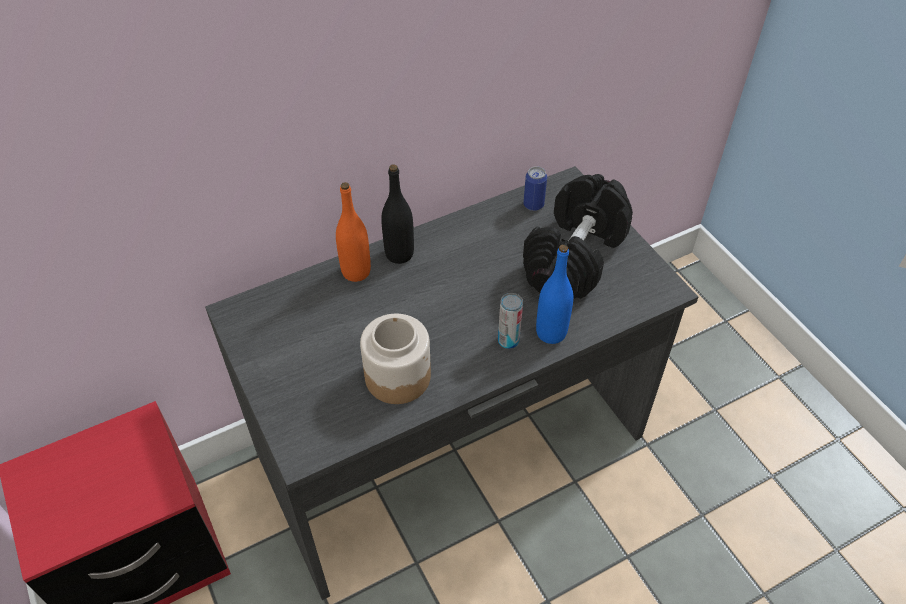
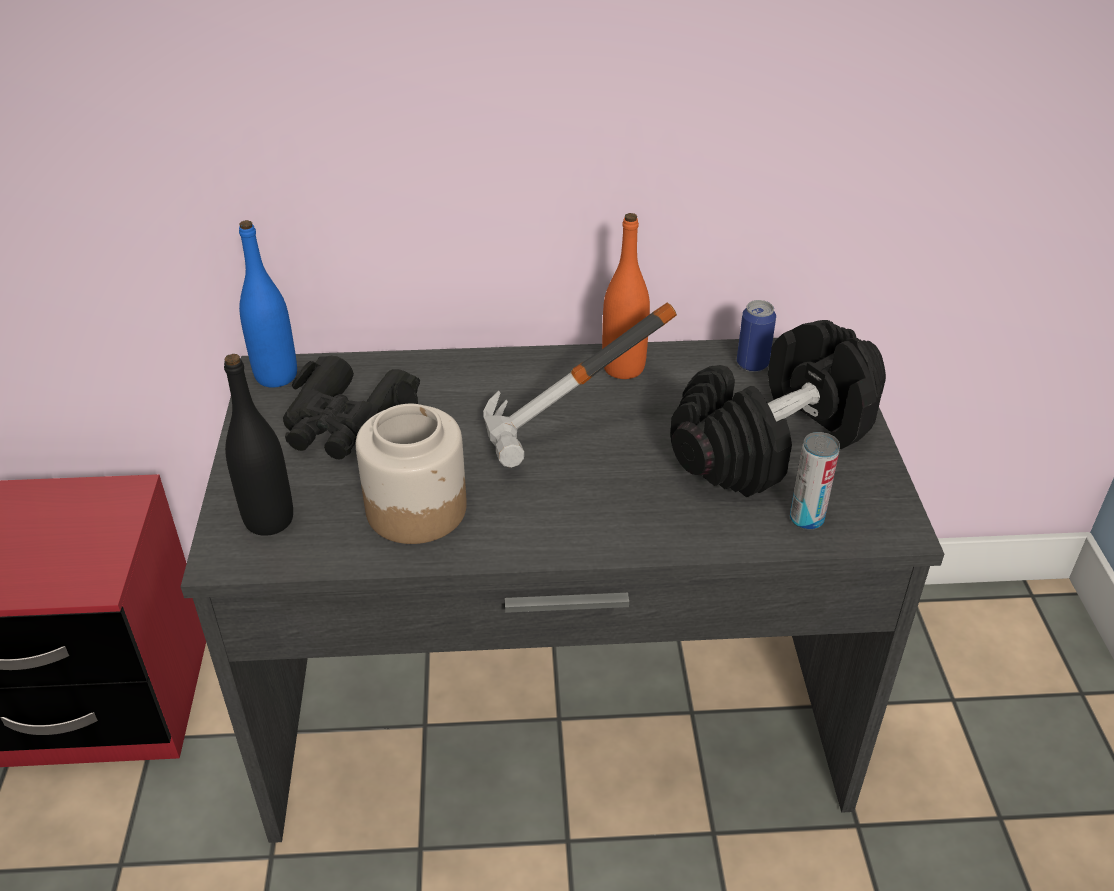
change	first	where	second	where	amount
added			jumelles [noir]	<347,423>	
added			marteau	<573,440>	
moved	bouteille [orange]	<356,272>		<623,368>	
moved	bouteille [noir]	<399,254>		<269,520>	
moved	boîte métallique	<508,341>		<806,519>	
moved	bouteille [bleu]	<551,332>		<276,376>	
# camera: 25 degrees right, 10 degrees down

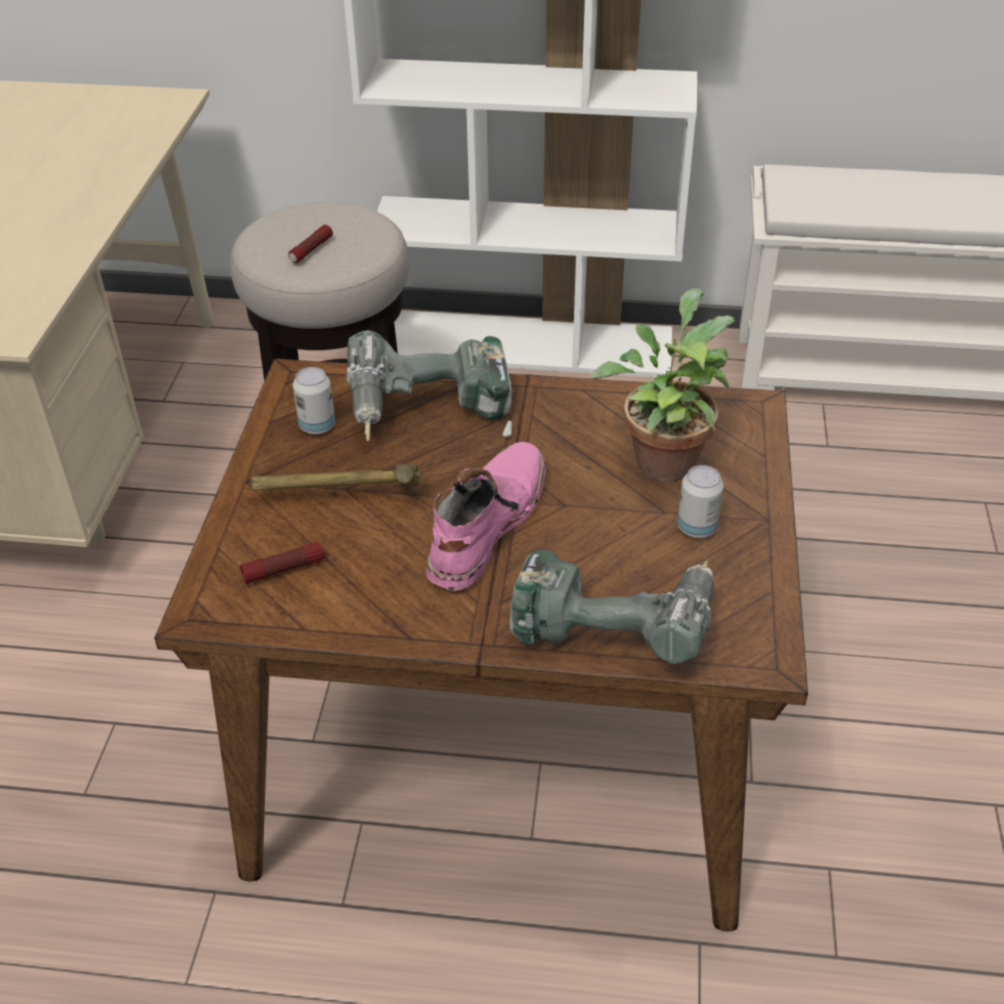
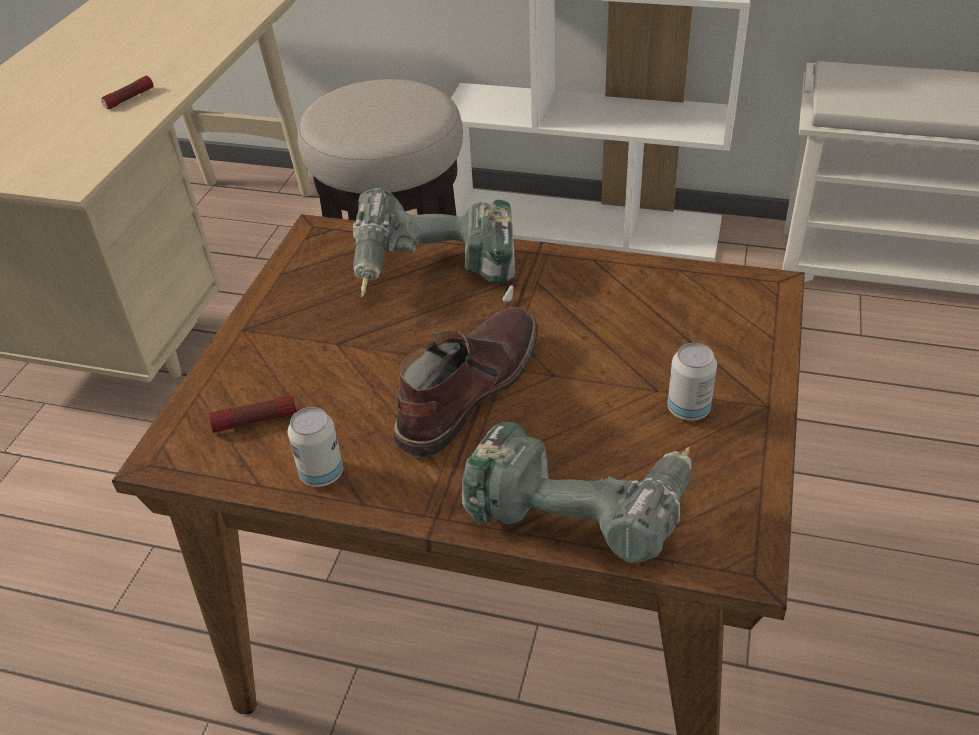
change	first	where	second	where	amount
removed	marteau	<339,498>			
removed	plante en pot	<663,457>			
moved	lampe de poche	<311,250>		<129,99>	
moved	boîte métallique	<317,426>		<321,474>	
recoloured	botte [rose]	<485,525>	botte [marron]	<466,390>	
# camera: 10 degrees right, 0 degrees up

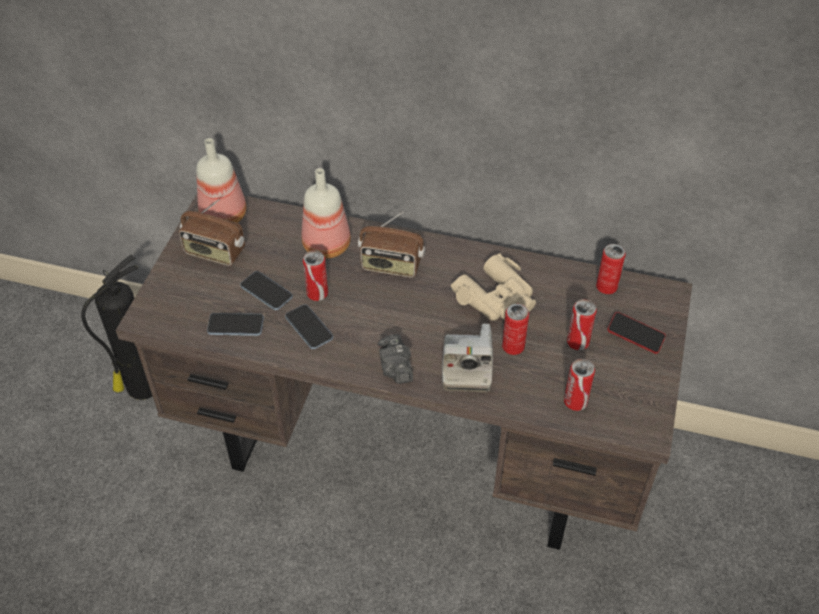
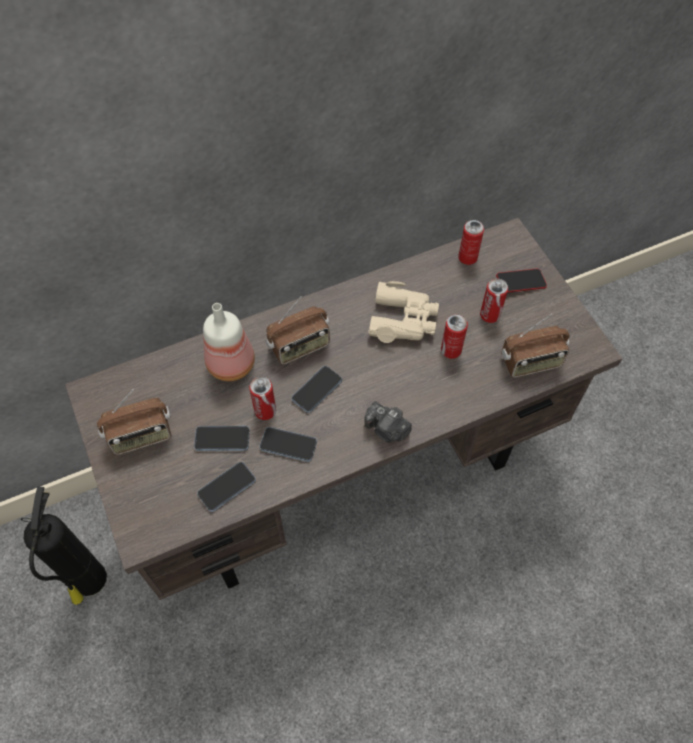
change	first	where	second	where	amount
removed	bouteille	<224,214>			
removed	appareil photo	<466,367>			
added			téléphone	<317,390>	
replaced	boîte métallique	<575,402>	radio	<531,362>	
# camera: 40 degrees left, 10 degrees up

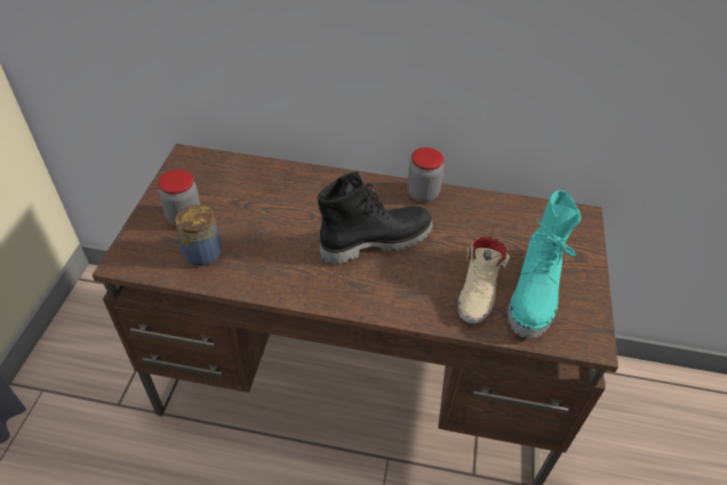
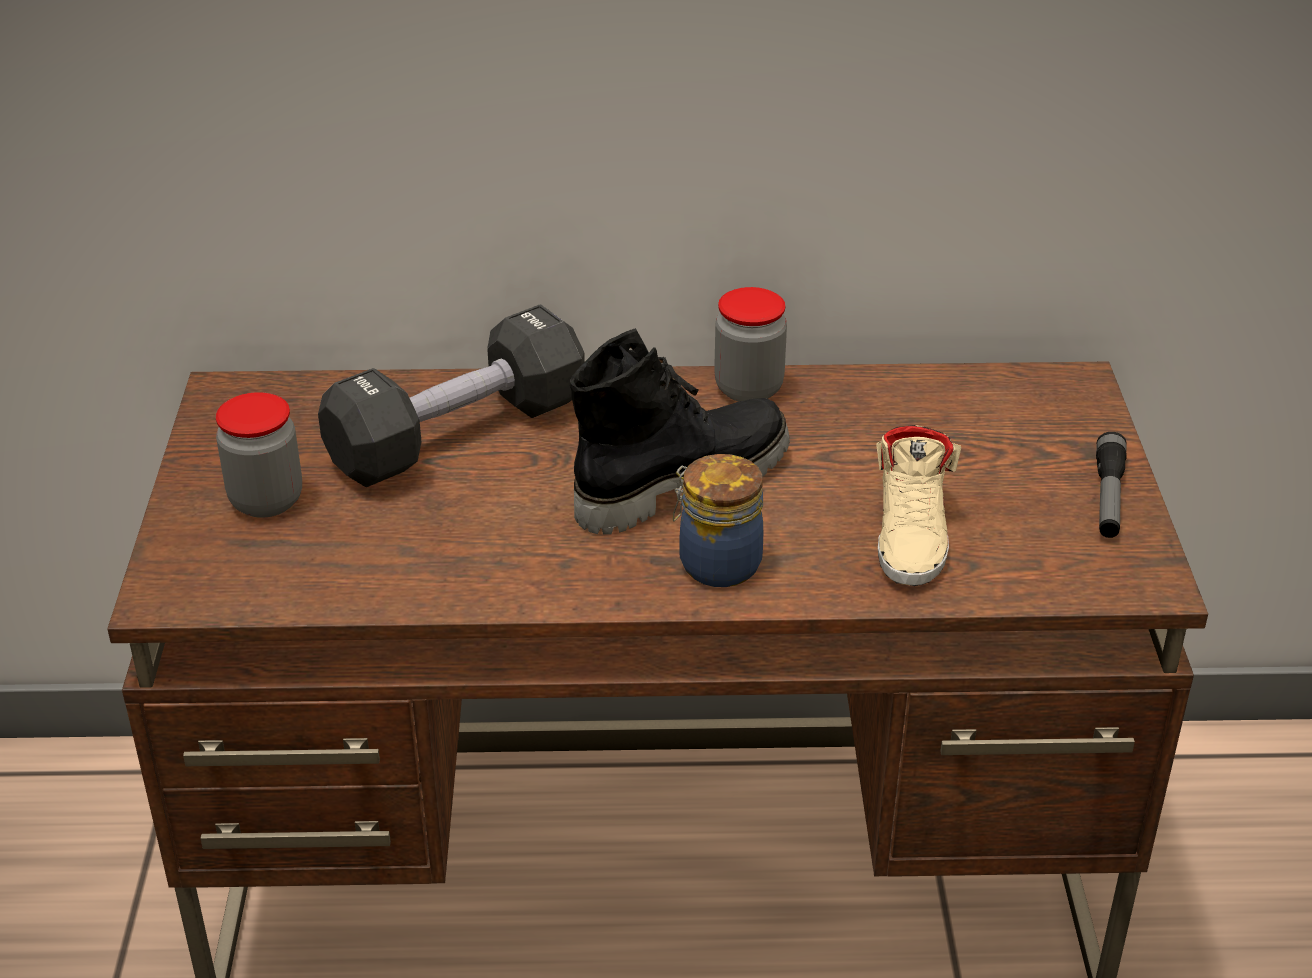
change	first	where	second	where	amount
removed	botte [turquoise]	<535,294>			
added			haltère [noir]	<458,435>	
added			lampe de poche	<1108,497>	
moved	bocal	<201,252>		<716,563>	
# camera: 10 degrees left, 10 degrees down

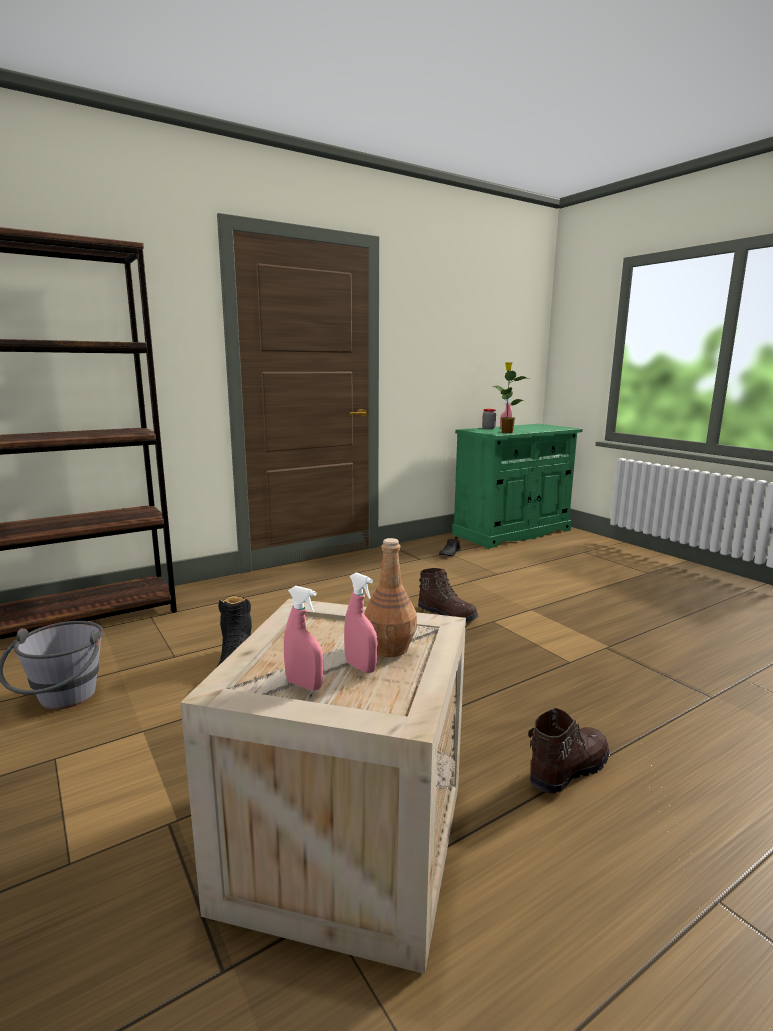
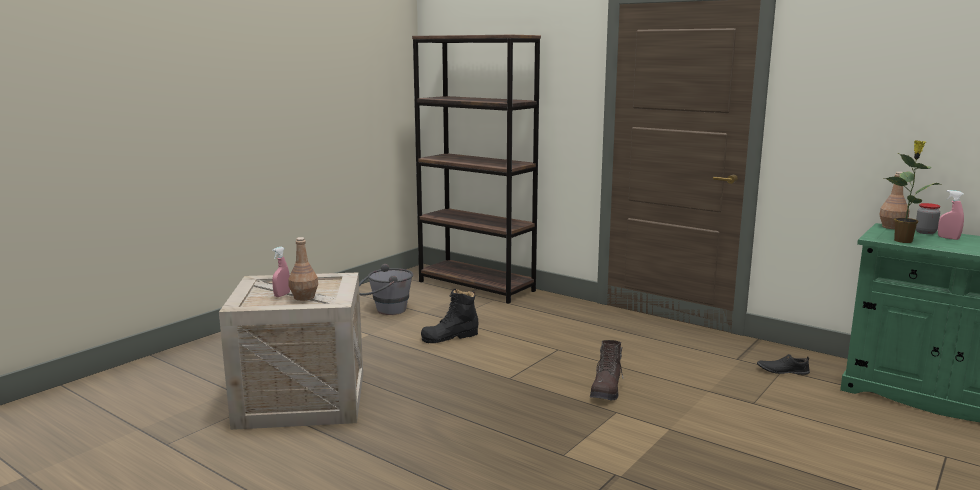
change	first	where	second	where	amount
removed	vaporisateur [rose]	<304,685>			
removed	botte [marron]	<567,770>			
added			bouteille [marron]	<891,227>	
# camera: 70 degrees right, 0 degrees up

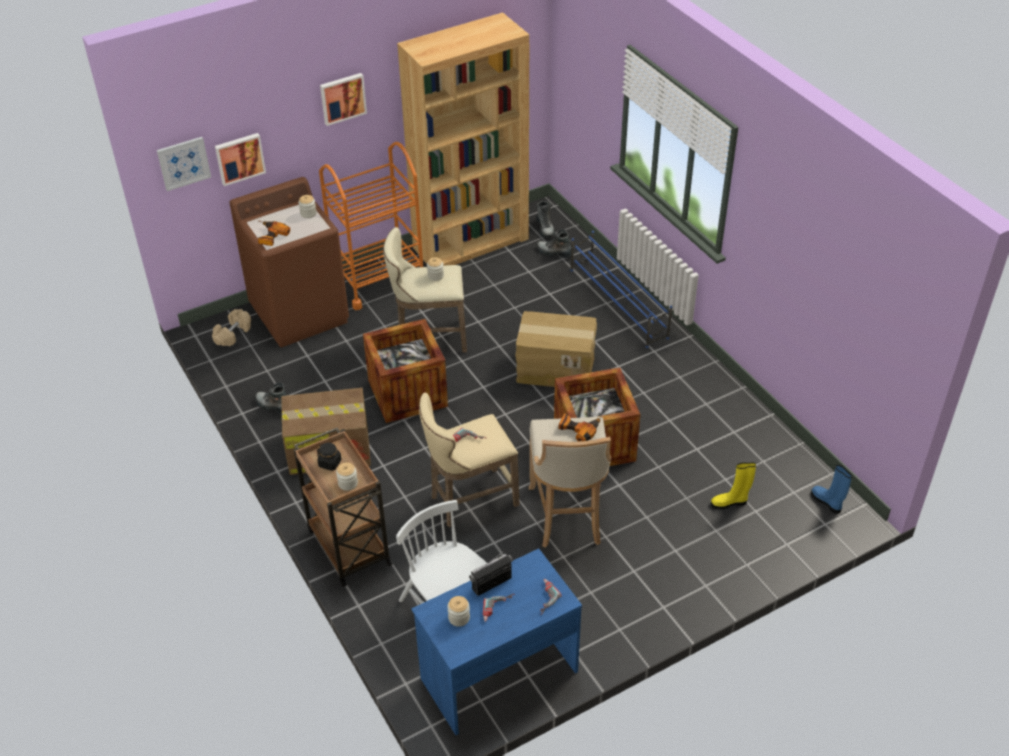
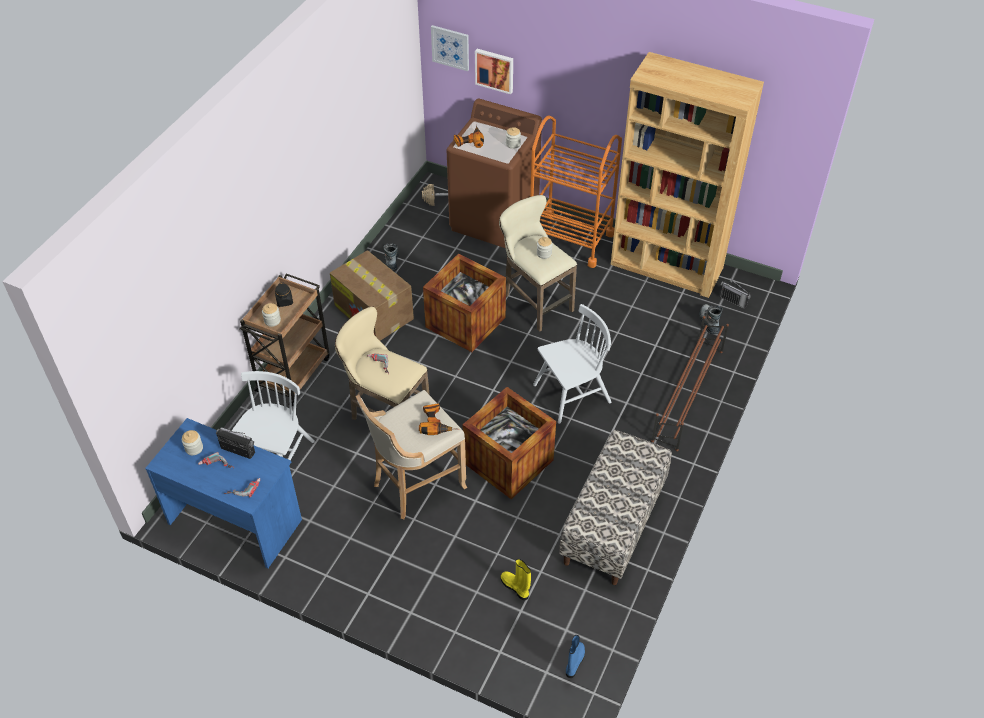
change	first	where	second	where	amount
removed	tableau	<342,98>			
added			banc	<613,525>	
replaced	carton	<556,368>	chaise [blanc]	<571,394>	
replaced	botte	<545,228>	radio	<733,301>	
recoloured	étagère à chaussures [bleu]	<618,304>	étagère à chaussures [marron]	<687,395>	
# camera: 55 degrees right, 5 degrees up

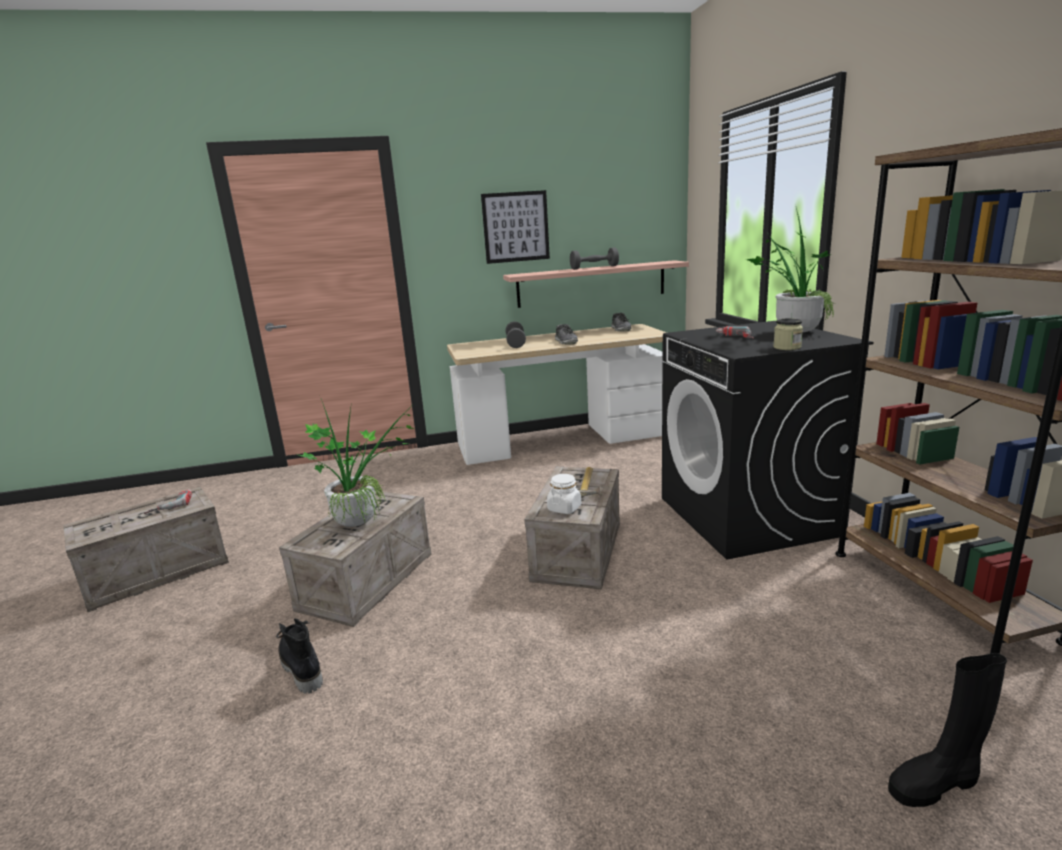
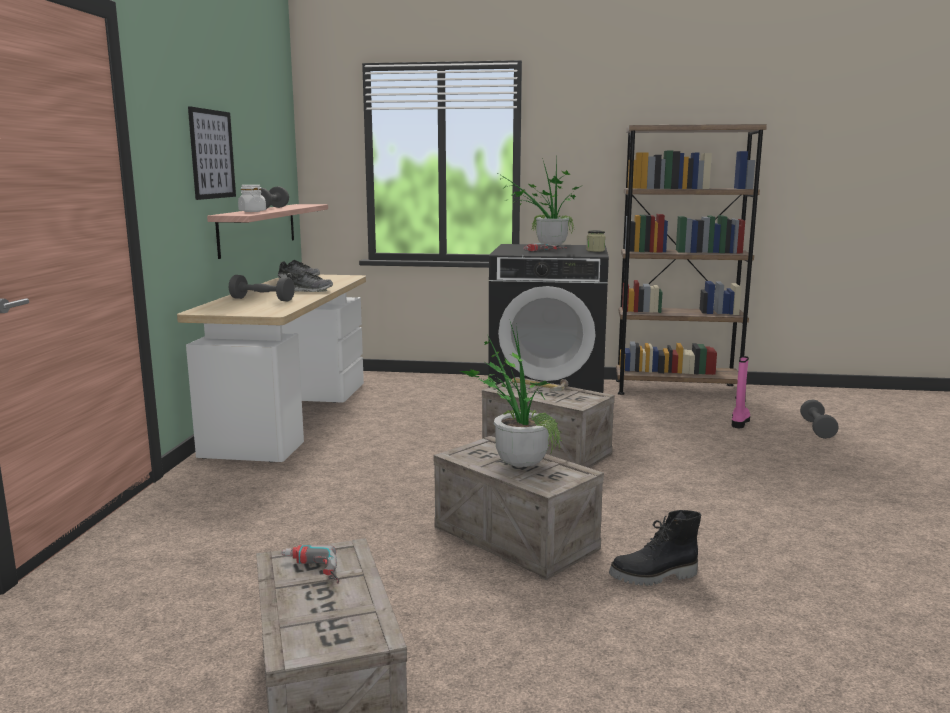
change	first	where	second	where	amount
added			botte [rose]	<739,422>	
moved	bocal [blanc]	<564,508>		<252,211>	
replaced	botte [noir]	<935,783>	haltère [gris]	<817,429>	
# camera: 70 degrees left, 5 degrees down

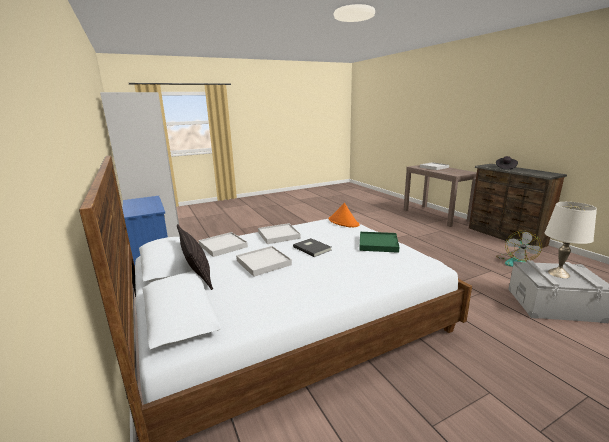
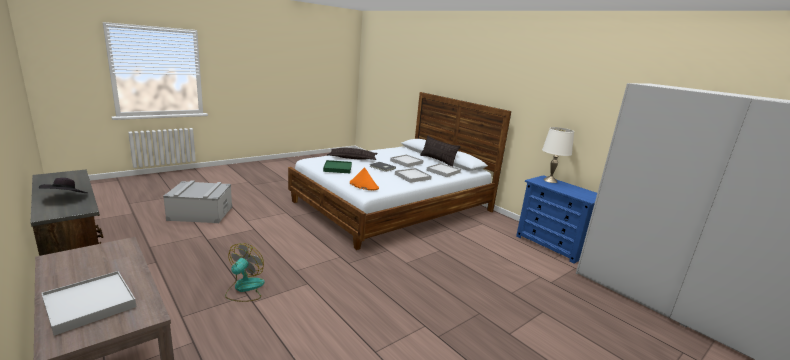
change	first	where	second	where	amount
added			coussin	<352,158>	
moved	ventilateur	<515,261>		<244,288>	
moved	lampe de table [blanc]	<558,273>		<550,180>	
# camera: 165 degrees right, 0 degrees up

